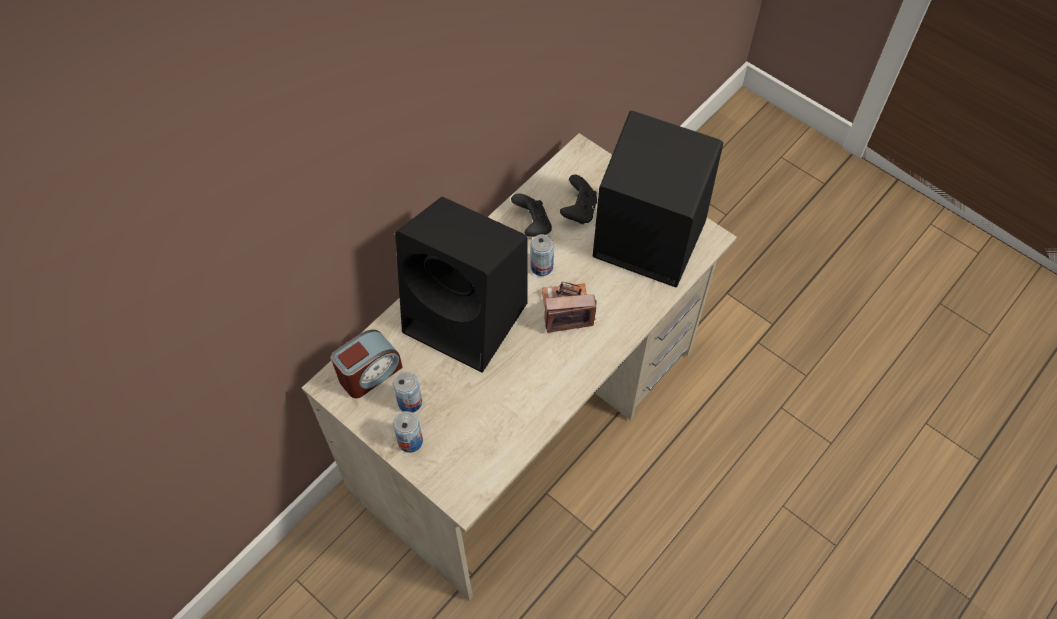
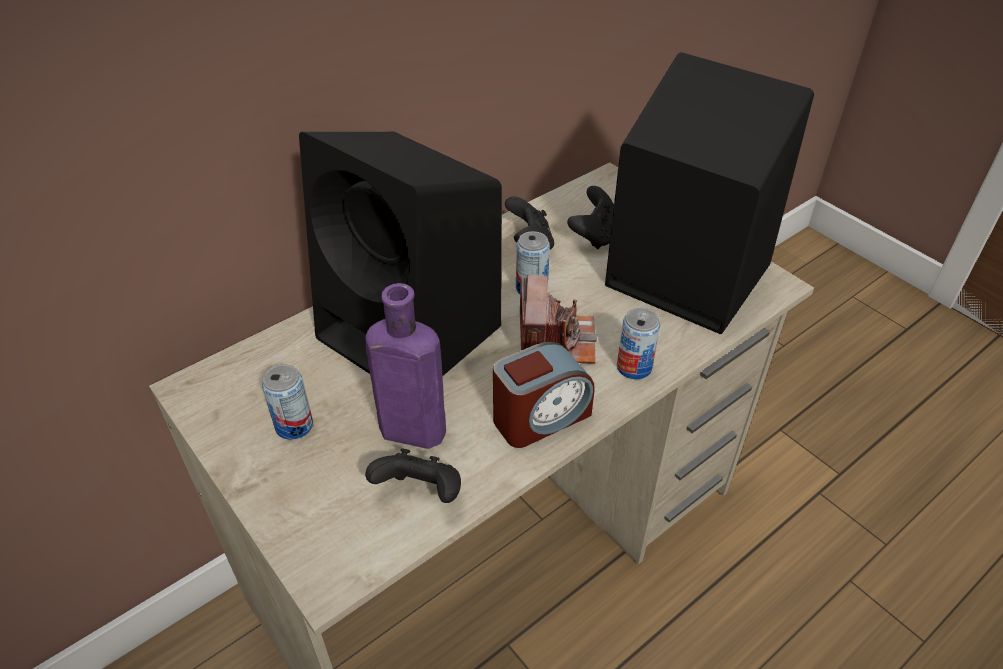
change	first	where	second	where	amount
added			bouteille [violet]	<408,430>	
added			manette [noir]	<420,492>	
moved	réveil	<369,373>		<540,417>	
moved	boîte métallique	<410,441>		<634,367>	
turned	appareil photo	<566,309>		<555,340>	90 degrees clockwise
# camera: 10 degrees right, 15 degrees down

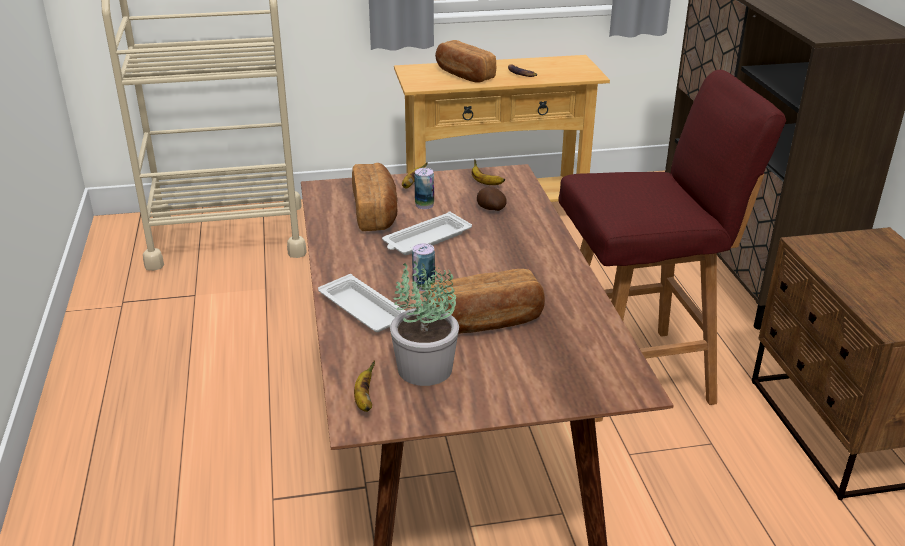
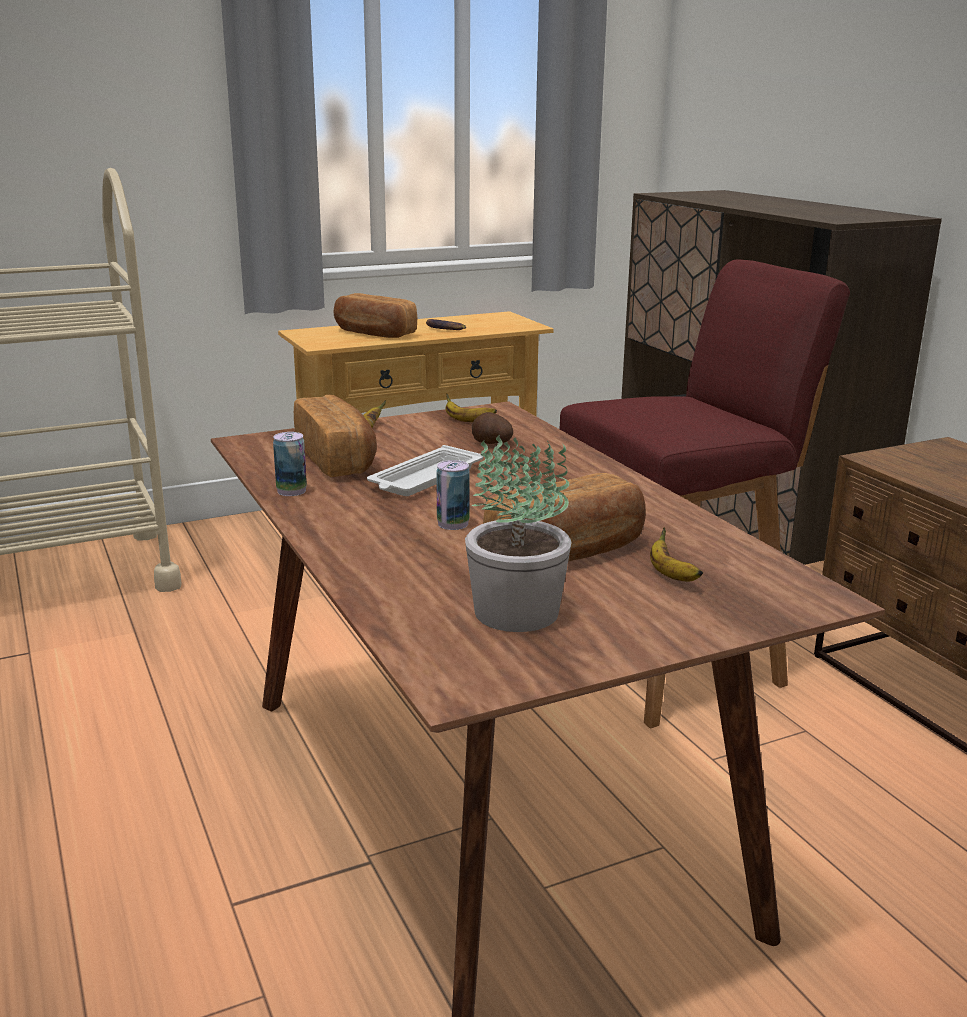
change	first	where	second	where	amount
removed	plateau [blanc]	<364,310>			
moved	banane	<364,399>		<670,575>	
moved	boîte métallique	<424,205>		<291,491>	
# camera: 15 degrees left, 10 degrees down

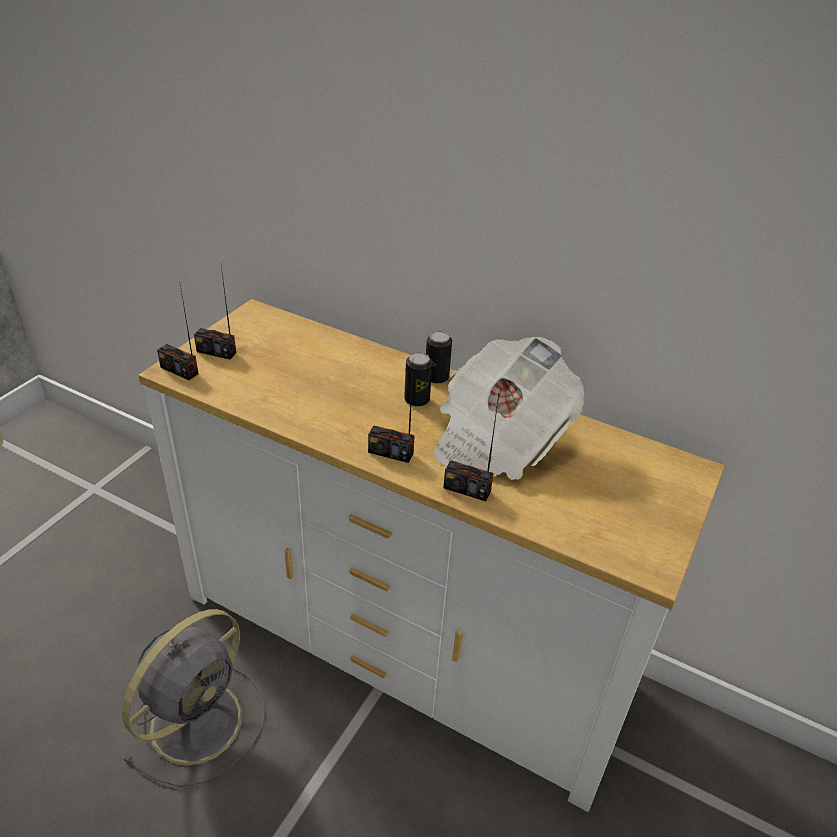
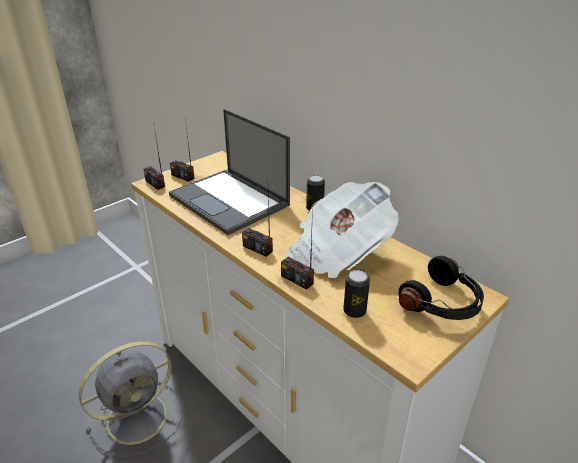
change	first	where	second	where	amount
added			ordinateur portable	<230,201>	
added			casque audio [noir]	<442,303>	
moved	boîte métallique	<417,400>		<354,311>	
# camera: 20 degrees right, 5 degrees down

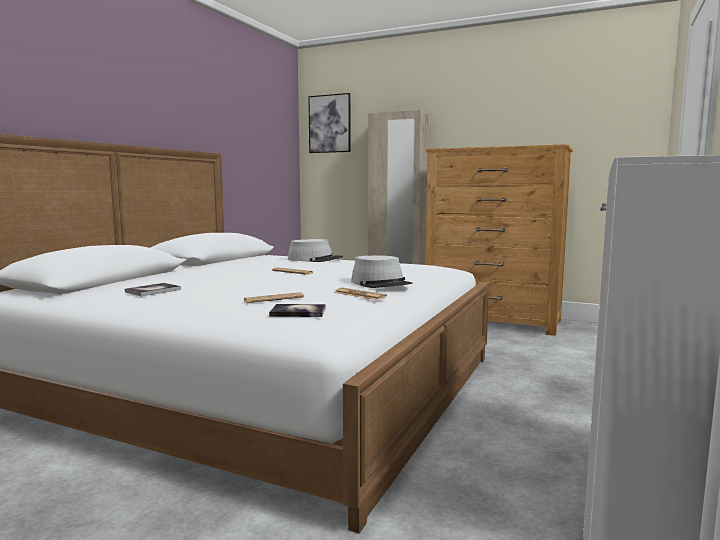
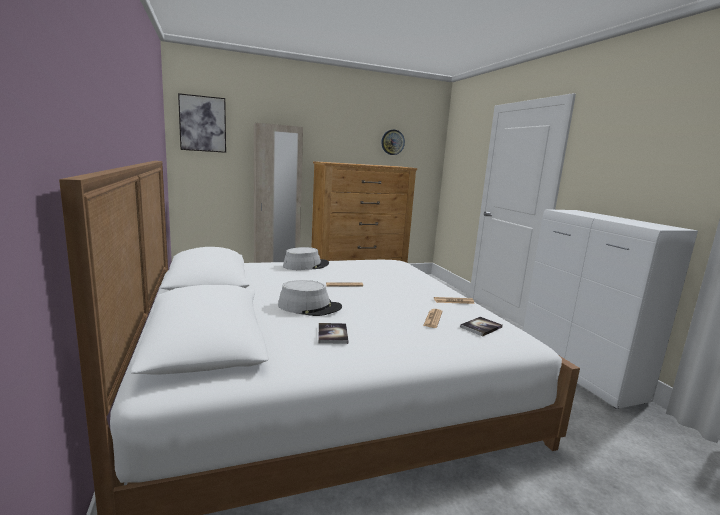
change	first	where	second	where	amount
added			horloge murale	<392,142>	
moved	chapeau [gris]	<381,283>		<309,307>	
# camera: 45 degrees left, 5 degrees up

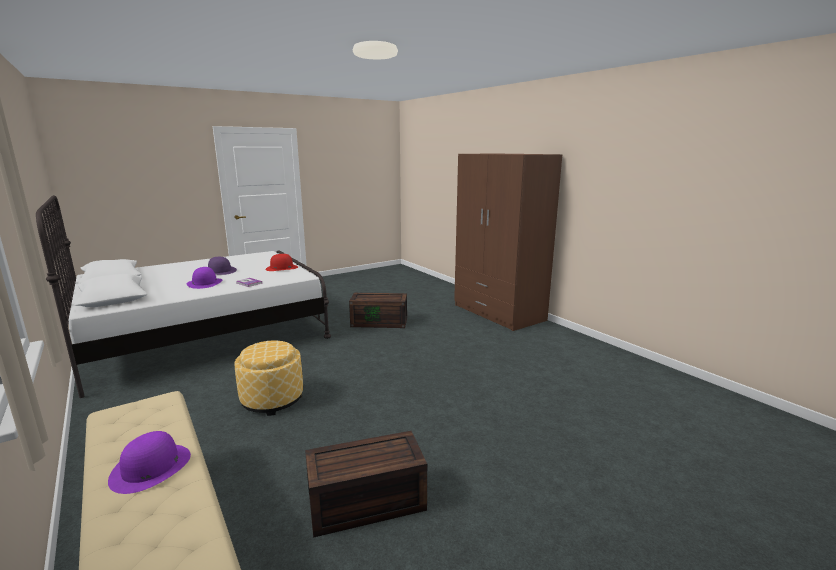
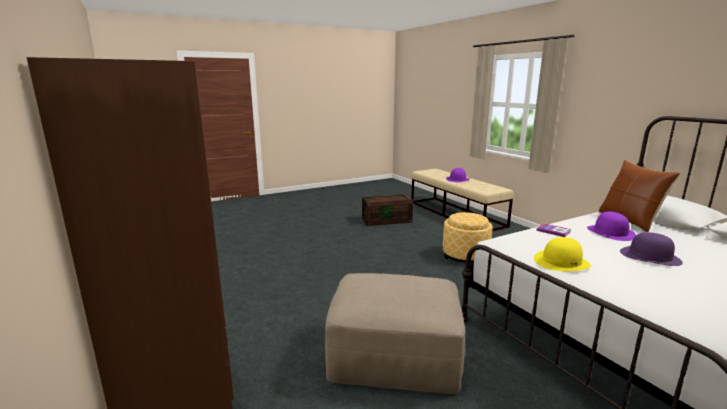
change	first	where	second	where	amount
added			coussin [marron]	<629,221>	
replaced	boîte de rangement [marron]	<380,322>	pouf [beige]	<394,353>	
recoloured	chapeau [rouge]	<281,268>	chapeau [jaune]	<561,262>	
# camera: 175 degrees left, 0 degrees up

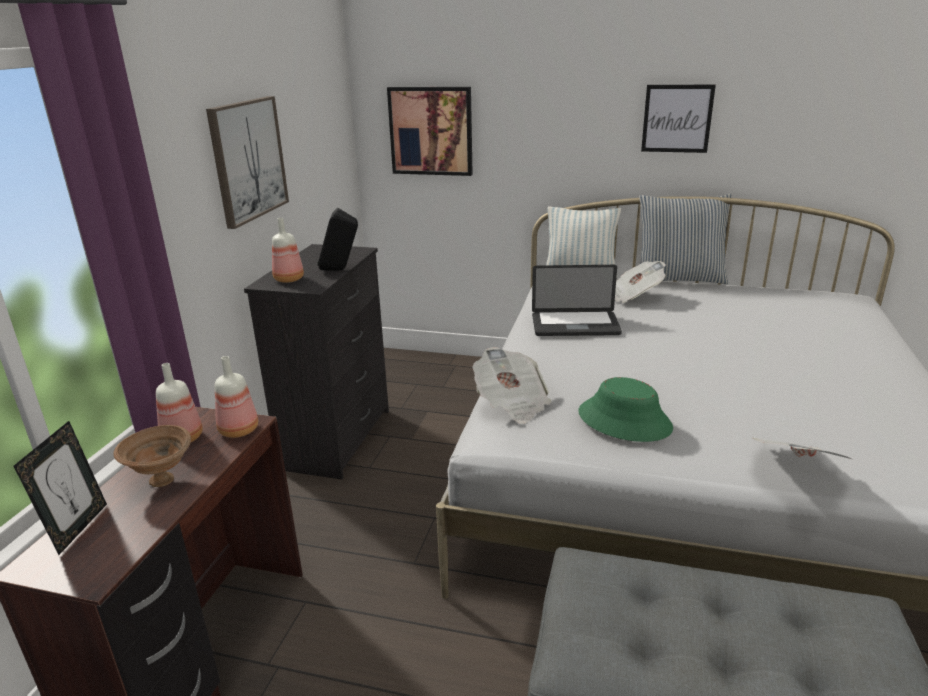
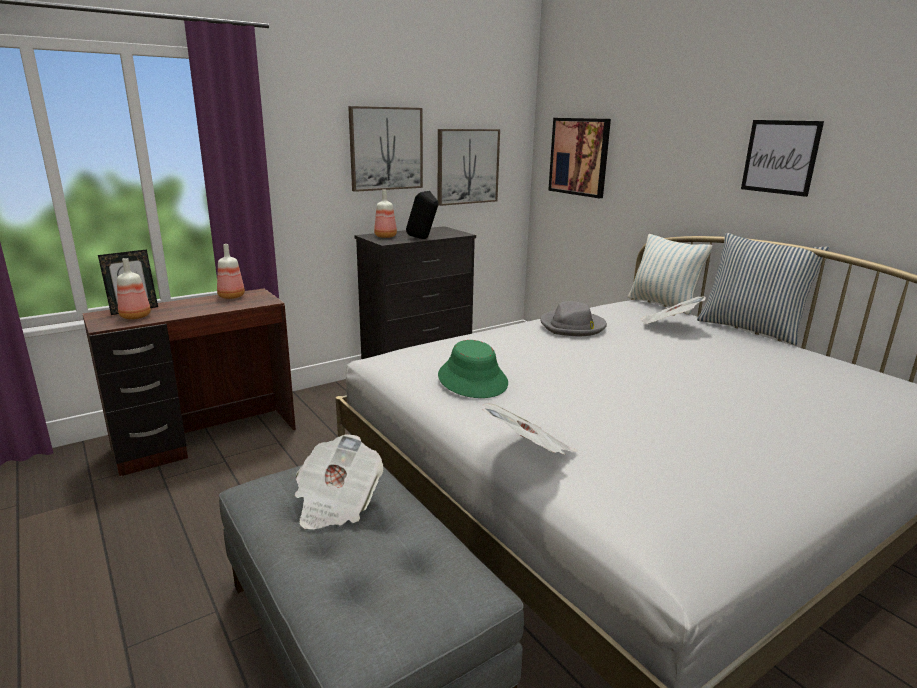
change	first	where	second	where	amount
removed	bol [marron]	<163,481>			
added			tableau	<467,166>	
moved	bouteille	<237,430>		<135,316>	
moved	journal	<511,403>		<336,503>	
replaced	ordinateur portable	<575,325>	chapeau [gris]	<572,326>	
# camera: 40 degrees right, 5 degrees down

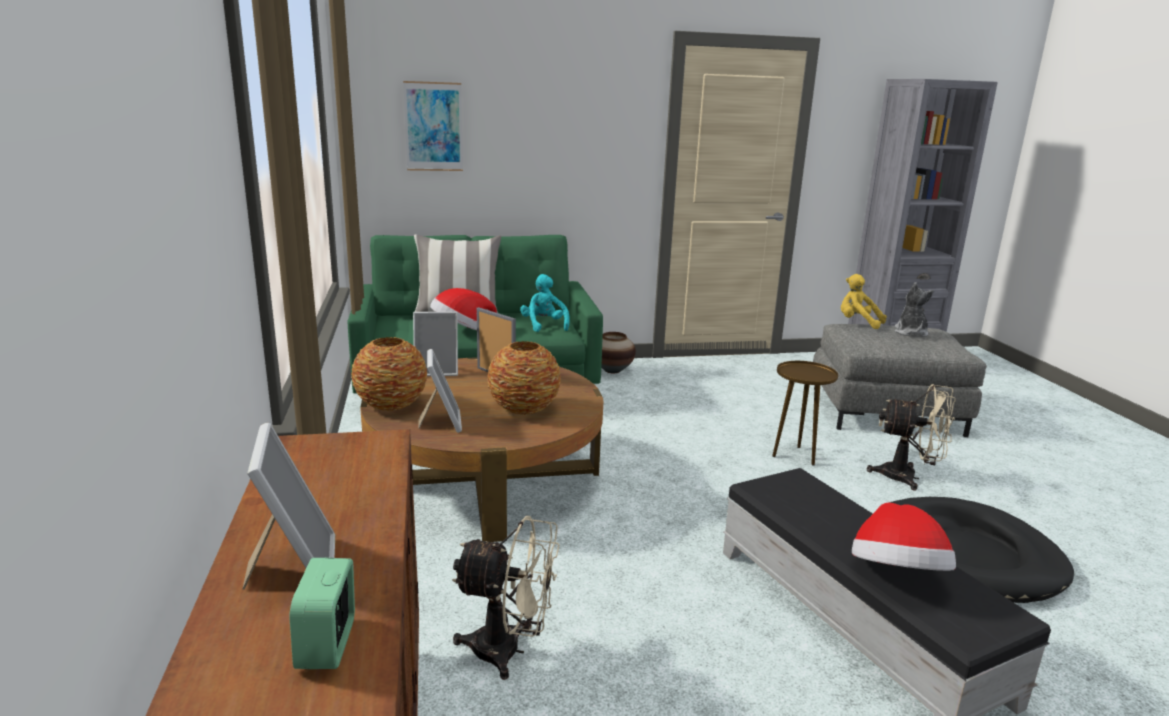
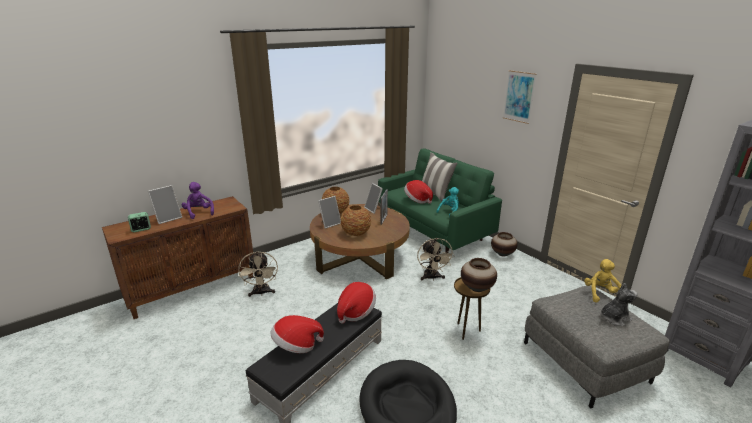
change	first	where	second	where	amount
added			peluche [violet]	<199,213>	
added			chapeau	<355,311>	
added			vase	<477,288>	
moved	tableau	<433,127>		<519,96>	
moved	ventilateur [beige]	<907,477>		<432,278>	
# camera: 65 degrees right, 5 degrees up

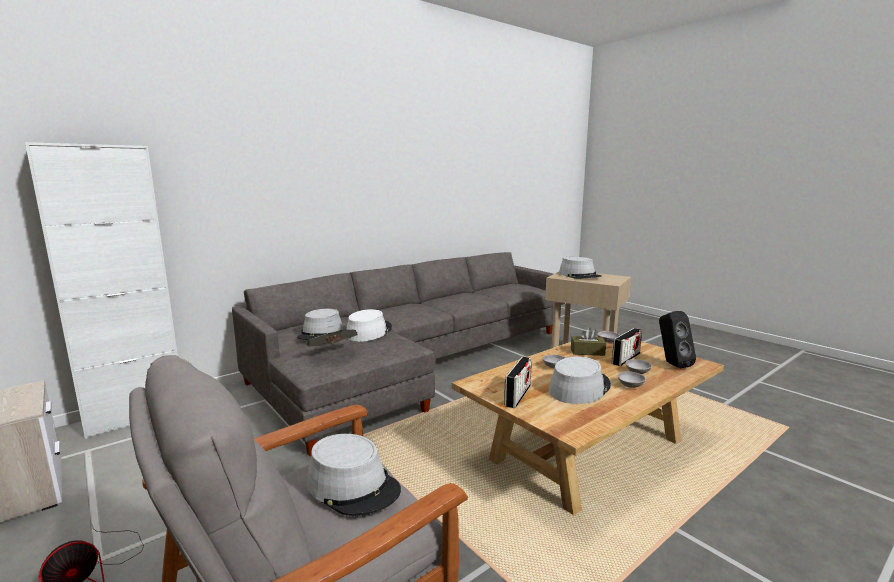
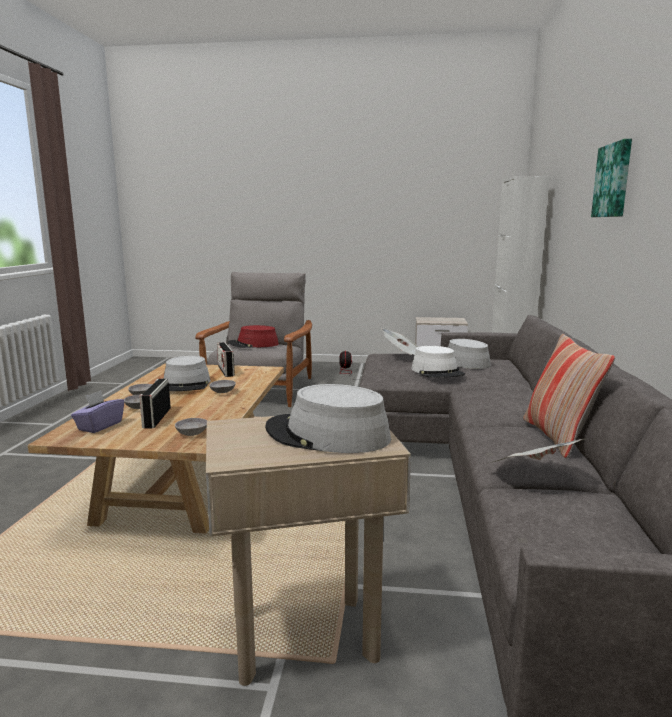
change	first	where	second	where	amount
removed	boîte à mouchoirs [marron]	<587,352>			
added			journal	<532,474>	
added			coussin	<558,437>	
added			tableau	<614,180>	
replaced	enceinte [noir]	<671,364>	boîte à mouchoirs [violet]	<99,426>	
recoloured	chapeau [gris]	<353,486>	chapeau [rouge]	<253,344>	
# camera: 135 degrees right, 0 degrees up

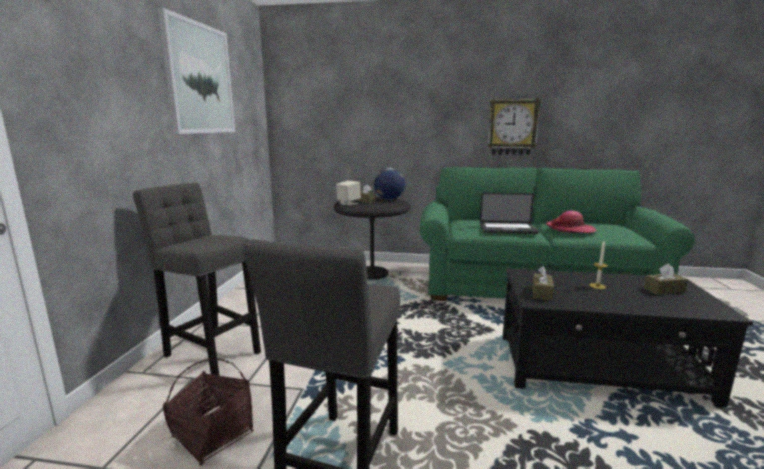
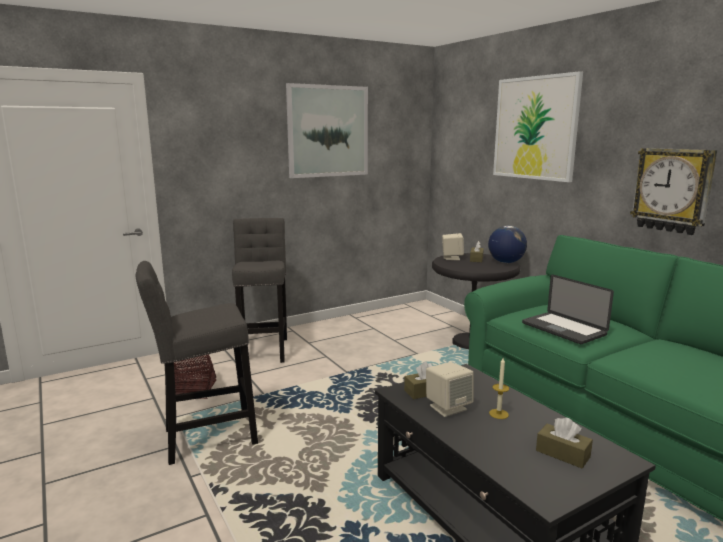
change	first	where	second	where	amount
removed	chapeau	<570,229>			
added			enceinte [beige]	<448,407>	
added			tableau	<535,128>	
# camera: 50 degrees right, 0 degrees up

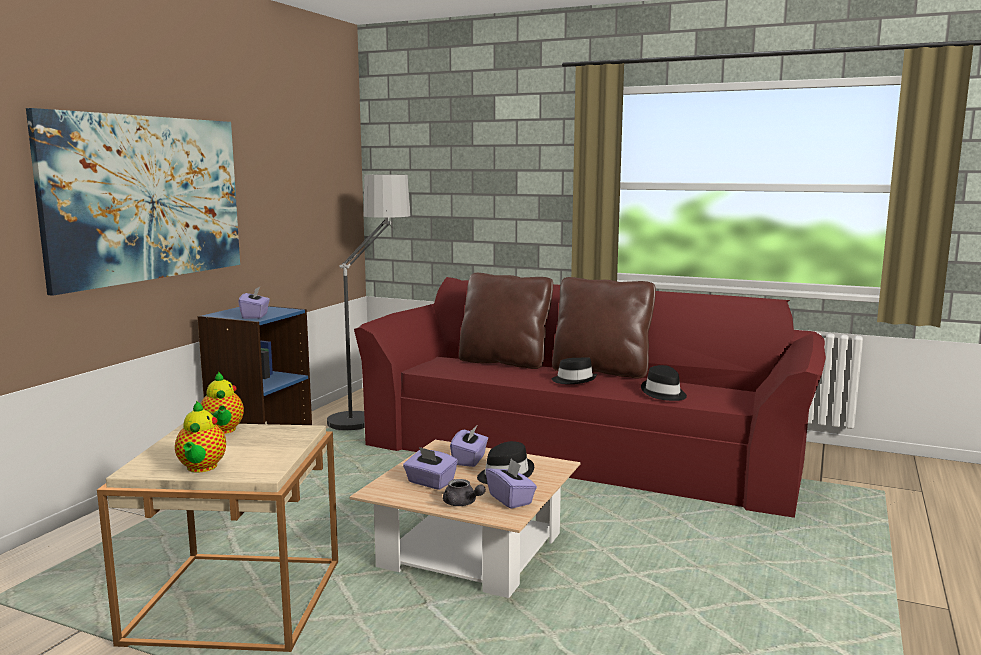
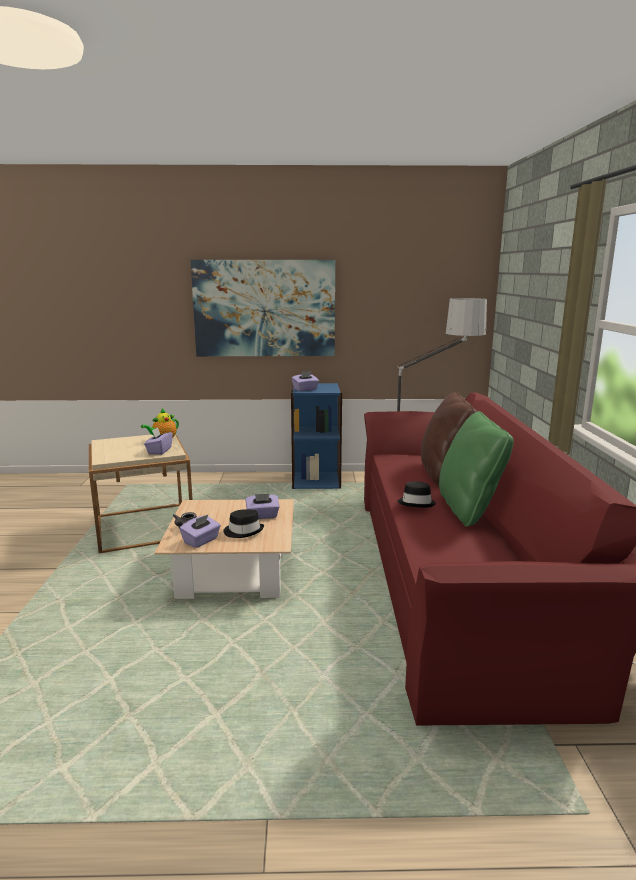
change	first	where	second	where	amount
removed	théière	<201,468>			
removed	chapeau [noir]	<663,393>			
moved	boîte à mouchoirs [violet]	<430,483>		<159,451>	
recoloured	coussin [marron]	<601,371>	coussin [vert]	<469,509>	
# camera: 65 degrees right, 5 degrees up

